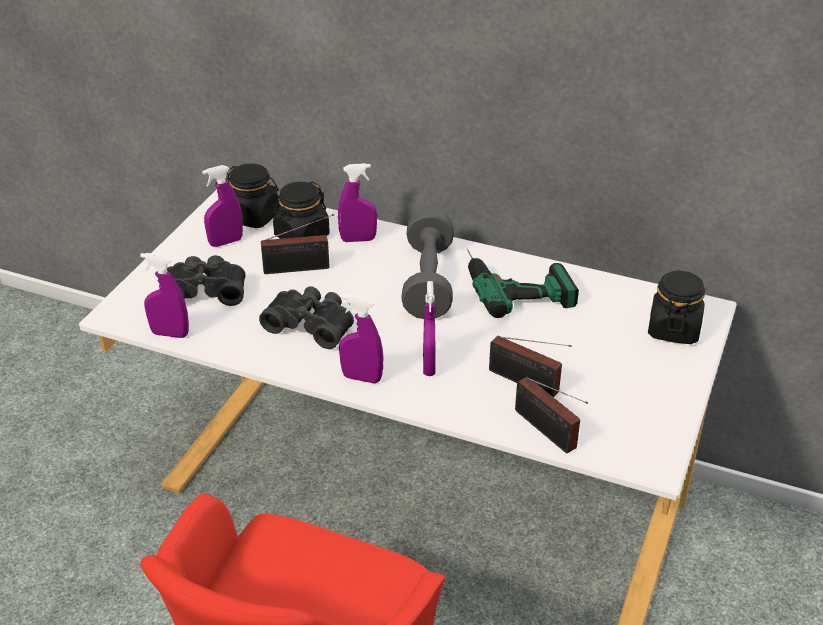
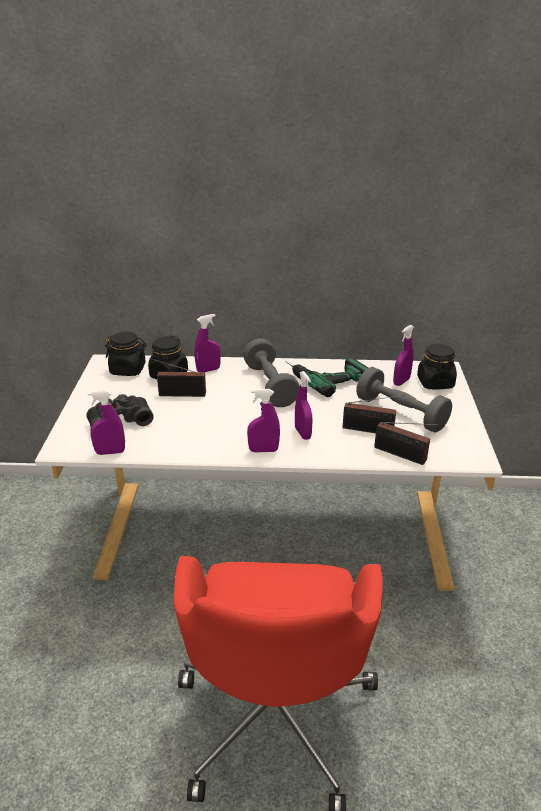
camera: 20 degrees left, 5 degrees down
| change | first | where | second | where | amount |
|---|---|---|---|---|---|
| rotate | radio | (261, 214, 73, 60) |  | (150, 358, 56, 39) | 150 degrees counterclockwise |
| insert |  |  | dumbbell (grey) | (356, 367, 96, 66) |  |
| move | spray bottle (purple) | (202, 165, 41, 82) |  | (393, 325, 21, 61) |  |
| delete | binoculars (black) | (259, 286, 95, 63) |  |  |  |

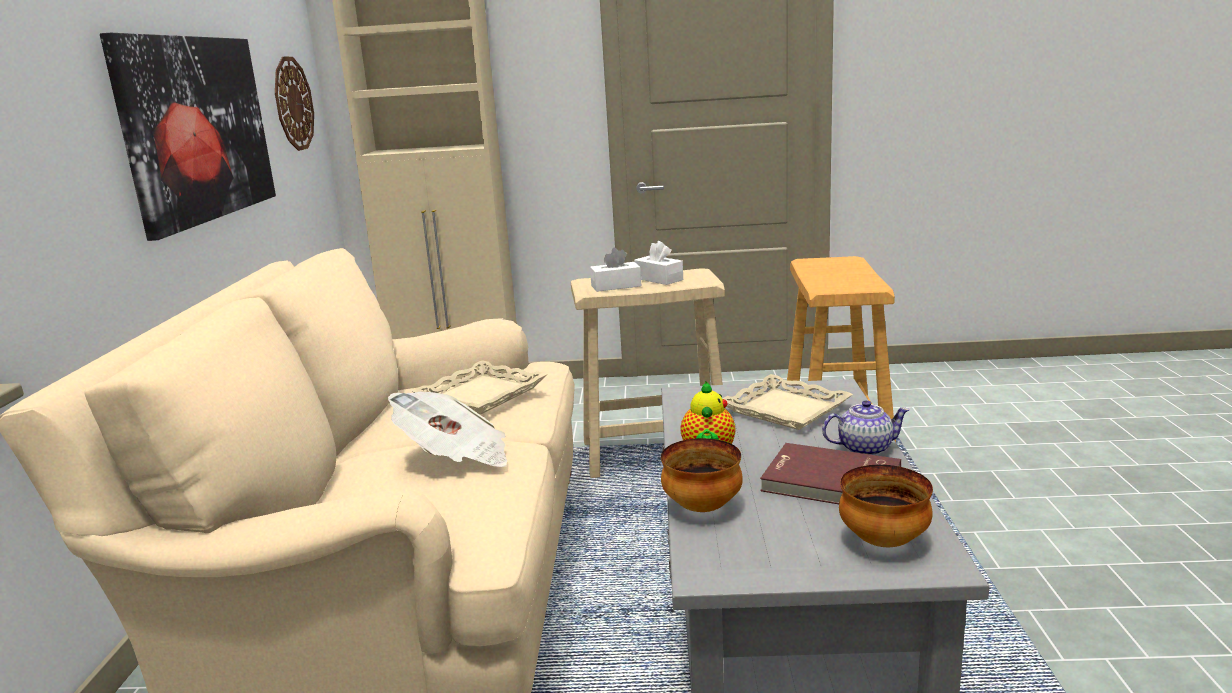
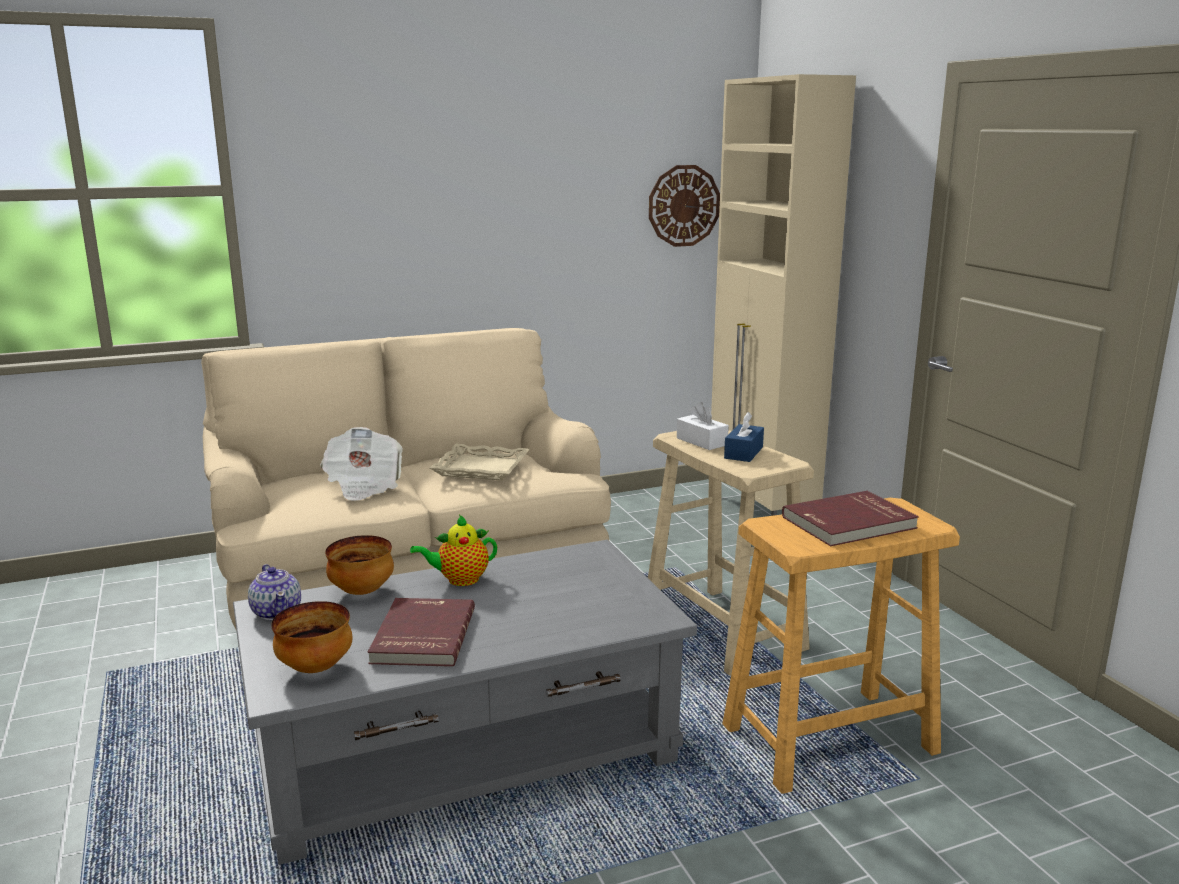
camera: 65 degrees right, 0 degrees up
| change | first | where | second | where | amount |
|---|---|---|---|---|---|
| move | teapot | (822, 400, 88, 55) |  | (248, 564, 53, 56) |  |
| recolor | tissue box (white) | (634, 241, 49, 44) | tissue box (blue) | (724, 412, 40, 50) |  |
| insert |  |  | book (red) | (782, 491, 137, 55) |  |
| delete | picture | (100, 33, 176, 208) |  |  |  |
| delete | tray (beige) | (722, 374, 131, 56) |  |  |  |

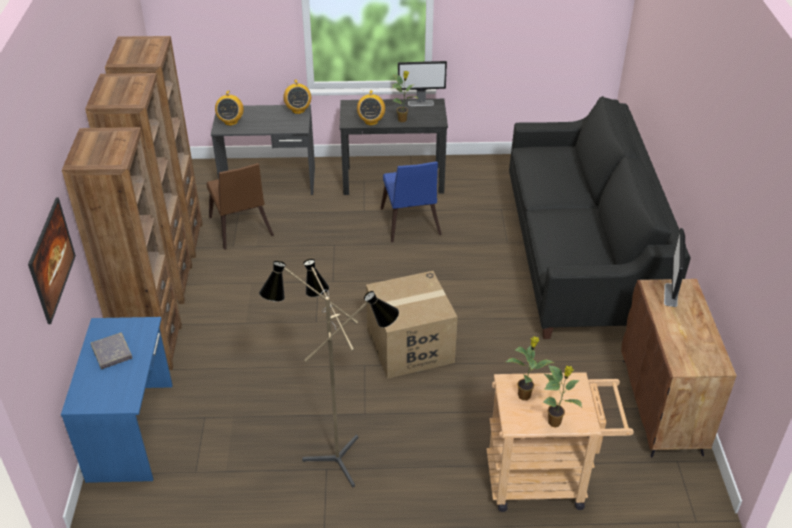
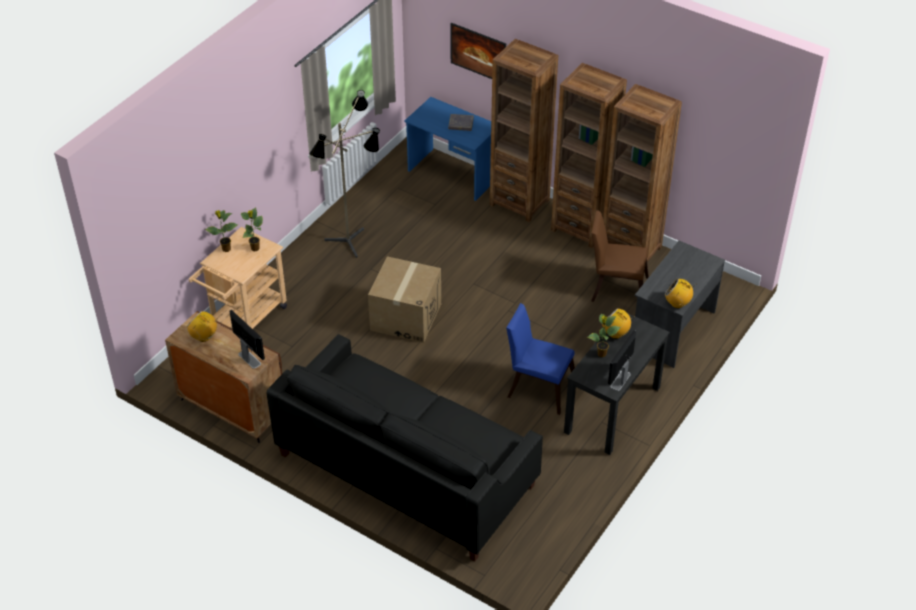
camera: 125 degrees right, 5 degrees up
| change | first | where | second | where | amount |
|---|---|---|---|---|---|
| move | radio | (215, 91, 29, 35) |  | (187, 311, 30, 31) |  |

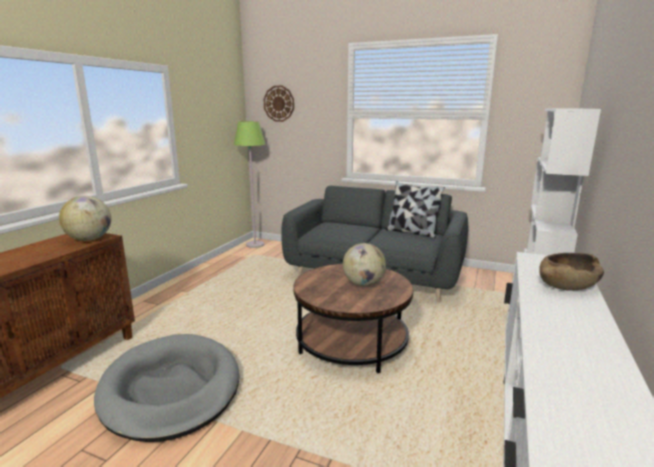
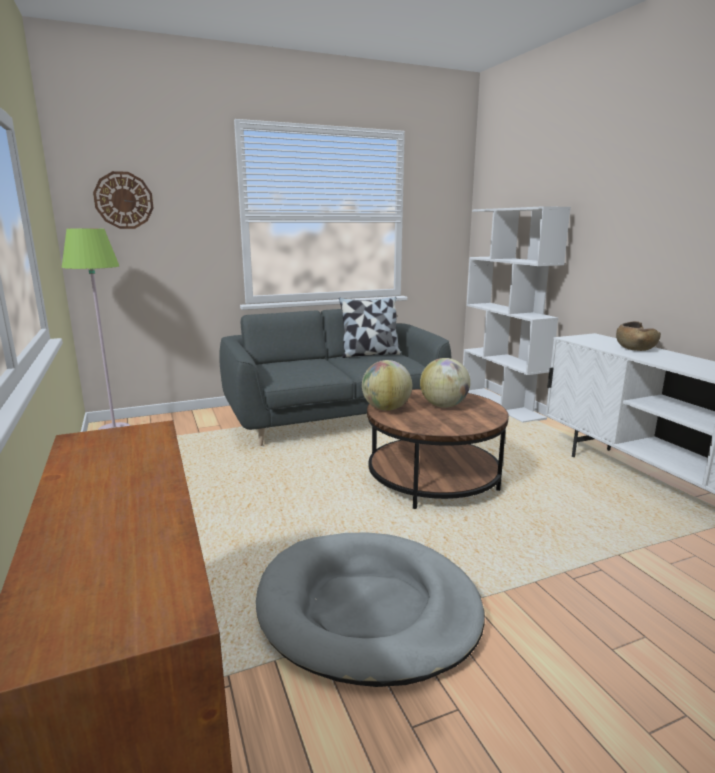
camera: 45 degrees left, 0 degrees up
| change | first | where | second | where | amount |
|---|---|---|---|---|---|
| move | globe | (59, 196, 52, 45) |  | (362, 360, 50, 51) |  |

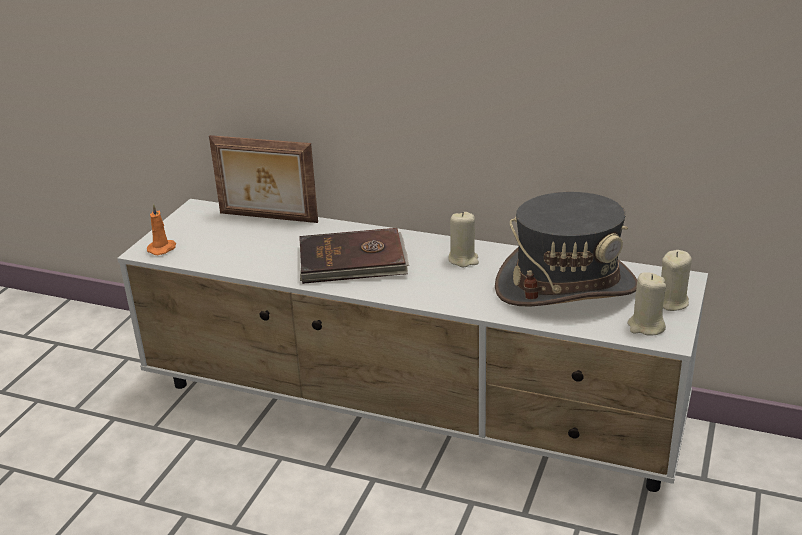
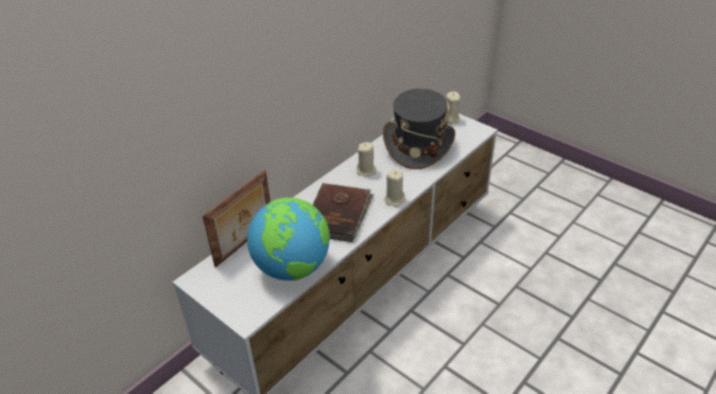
camera: 70 degrees left, 10 degrees up
| change | first | where | second | where | amount |
|---|---|---|---|---|---|
| insert |  |  | globe | (247, 197, 83, 84) |  |
| move | candle (beige) | (627, 272, 39, 64) |  | (384, 170, 21, 37) |  |
| delete | candle (orange) | (147, 203, 29, 52) |  |  |  |

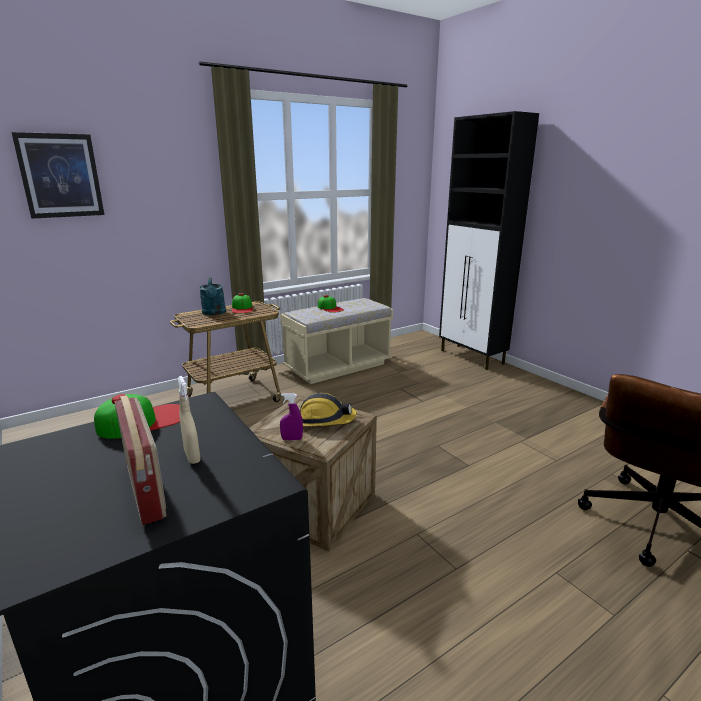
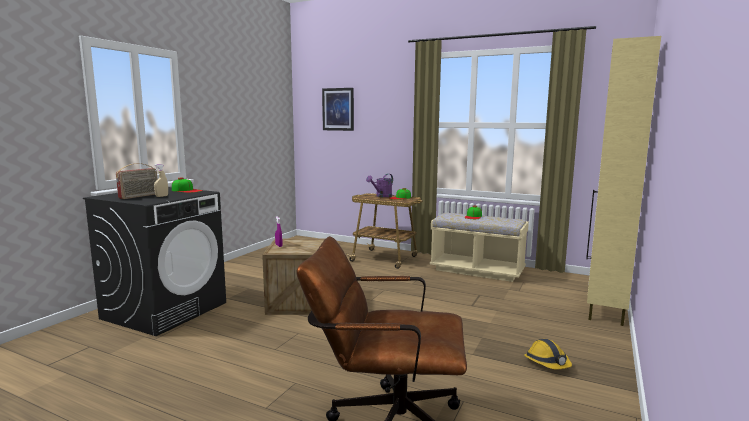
camera: 60 degrees right, 10 degrees down
| change | first | where | second | where | amount |
|---|---|---|---|---|---|
| recolor | watering can (turquoise) | (199, 277, 27, 38) | watering can (purple) | (366, 174, 27, 23) |  |
| move | hard hat | (300, 393, 57, 33) |  | (524, 339, 48, 31) |  |
| recolor | cabinet (black) | (439, 111, 100, 259) | cabinet (beige) | (586, 36, 75, 290) |  |

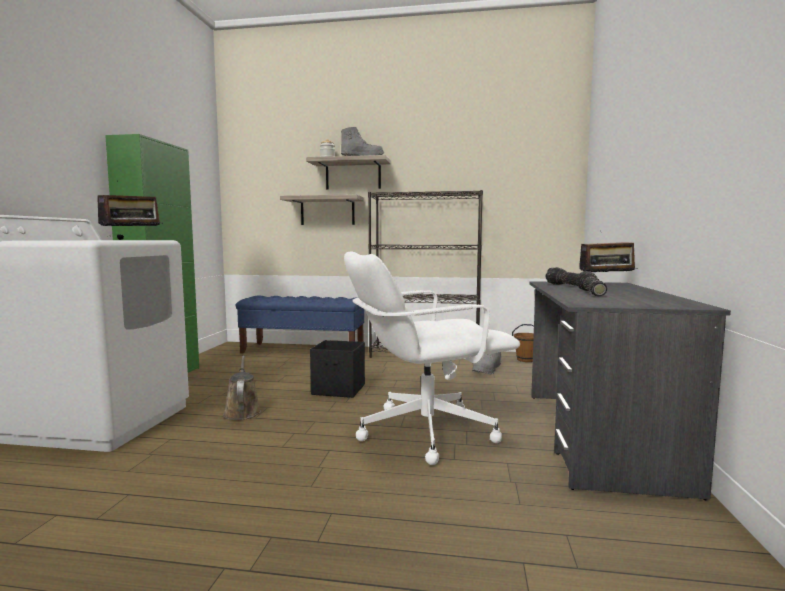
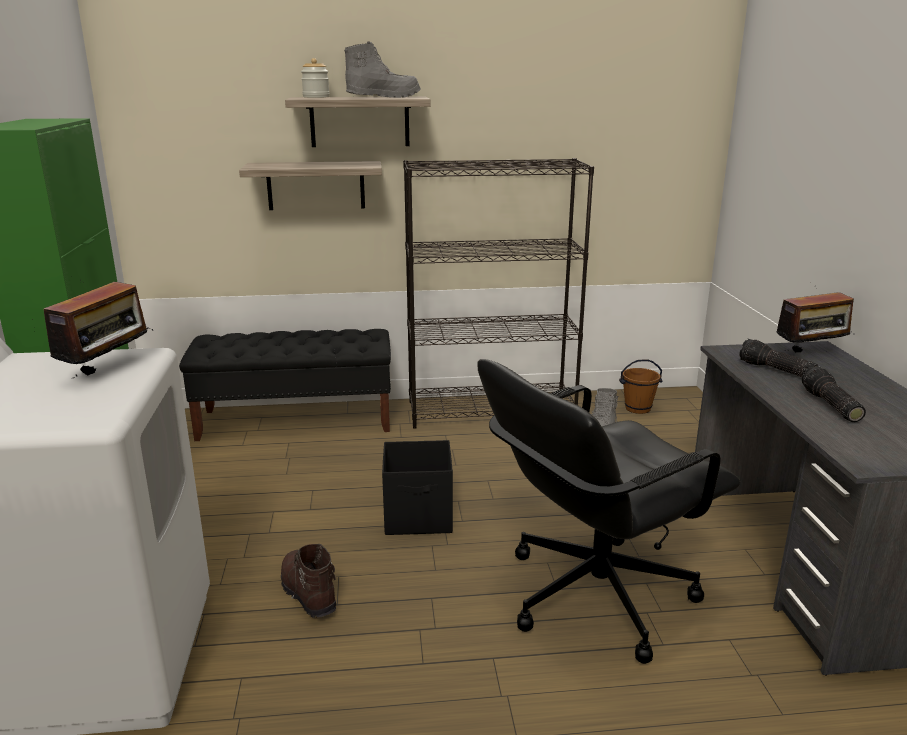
camera: 15 degrees left, 15 degrees up
| change | first | where | second | where | amount |
|---|---|---|---|---|---|
| recolor | bench (blue) | (236, 296, 128, 57) | bench (black) | (179, 329, 212, 112) |  |
| replace | watering can (brown) | (223, 356, 38, 64) | boot (brown) | (281, 544, 55, 74) |  |
| recolor | office chair (white) | (344, 251, 176, 214) | office chair (black) | (477, 359, 263, 305) |  |

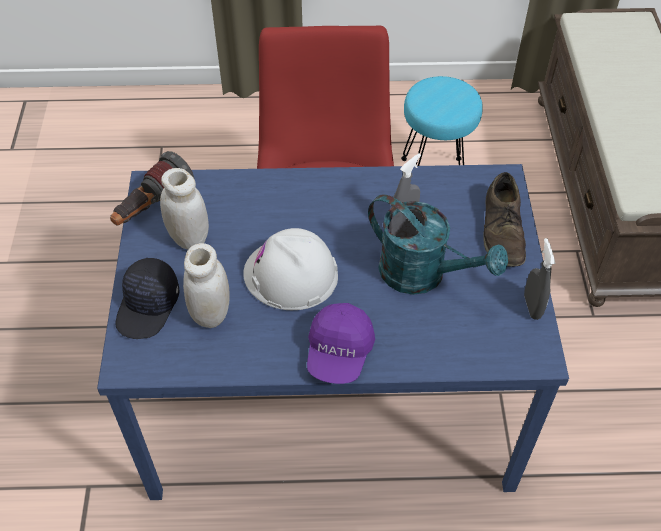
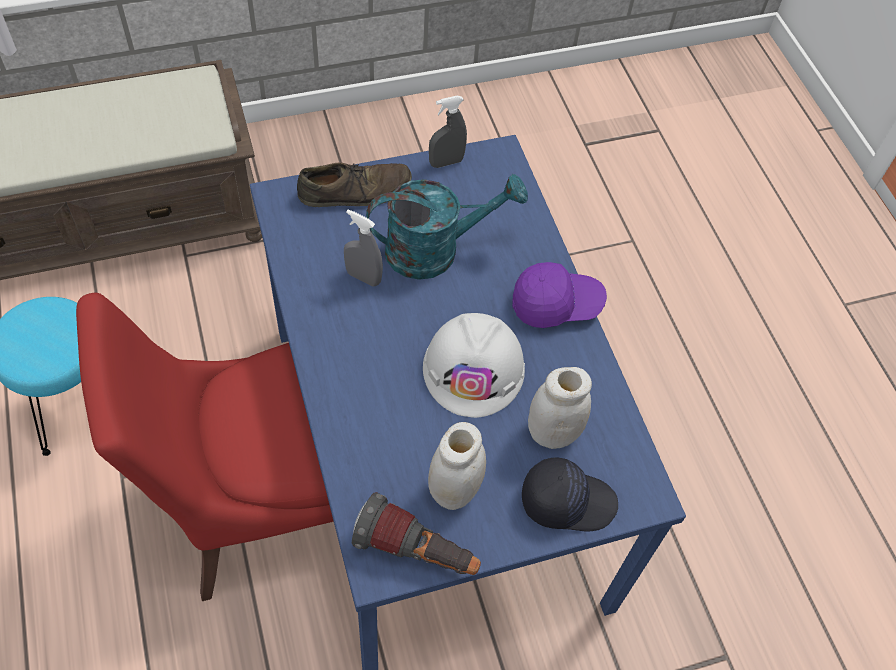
camera: 110 degrees left, 5 degrees up
| change | first | where | second | where | amount |
|---|---|---|---|---|---|
| rotate | watering can (turquoise) | (368, 195, 140, 100) |  | (366, 174, 162, 106) | 60 degrees clockwise |

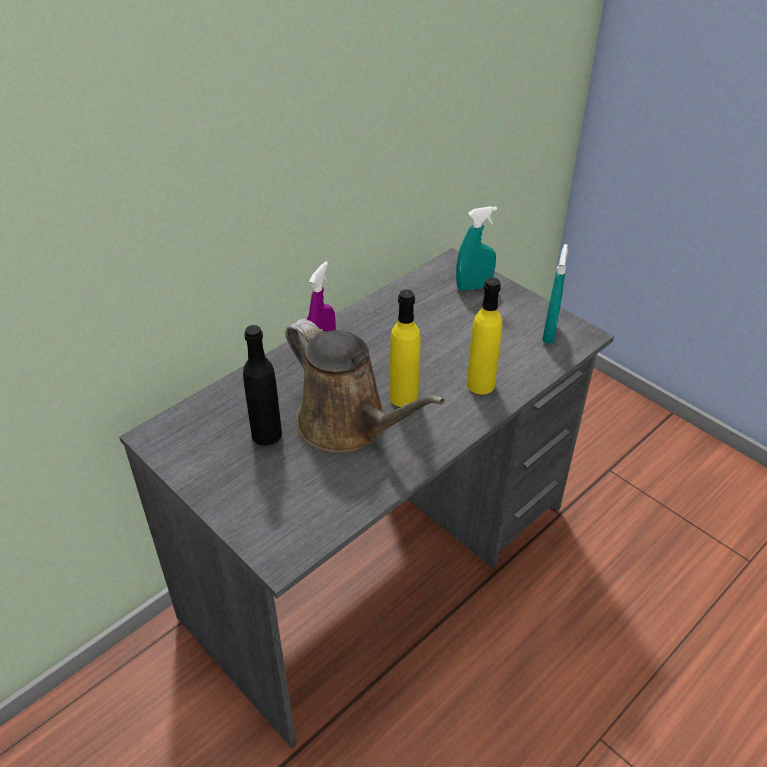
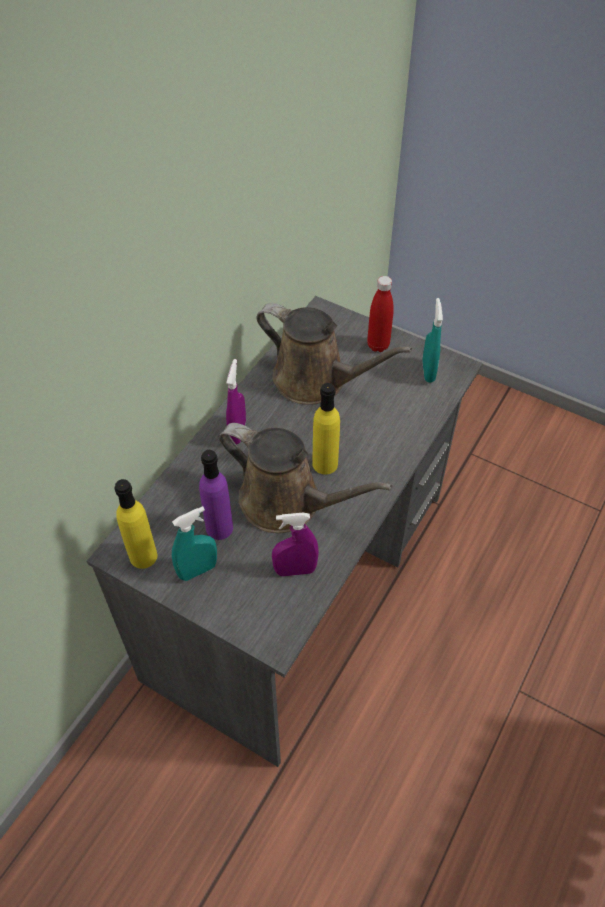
camera: 15 degrees left, 10 degrees up
| change | first | where | second | where | amount |
|---|---|---|---|---|---|
| move | bottle (yellow) | (467, 277, 35, 117) |  | (114, 479, 43, 90) |  |
| move | spray bottle (turquoise) | (456, 206, 41, 85) |  | (172, 506, 45, 75) |  |
| recolor | bottle (black) | (243, 325, 39, 121) | bottle (purple) | (199, 450, 34, 90) |  |
| insert |  |  | watering can (brown) | (256, 303, 156, 102) |  |
| insert |  |  | spray bottle (purple) | (272, 513, 47, 64) |  |
| insert |  |  | bottle (red) | (367, 276, 27, 76) |  |

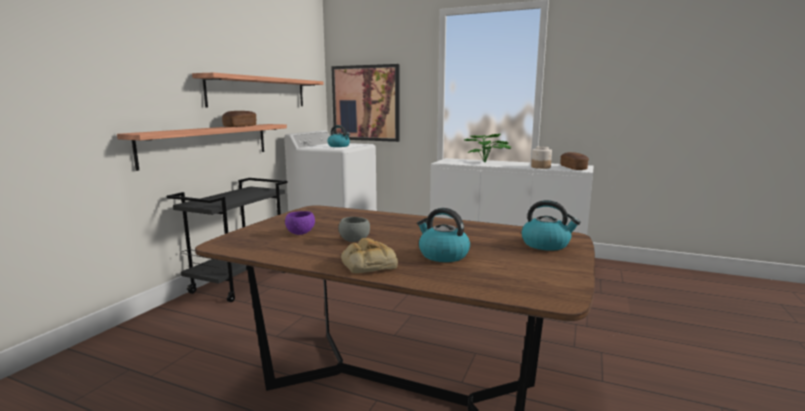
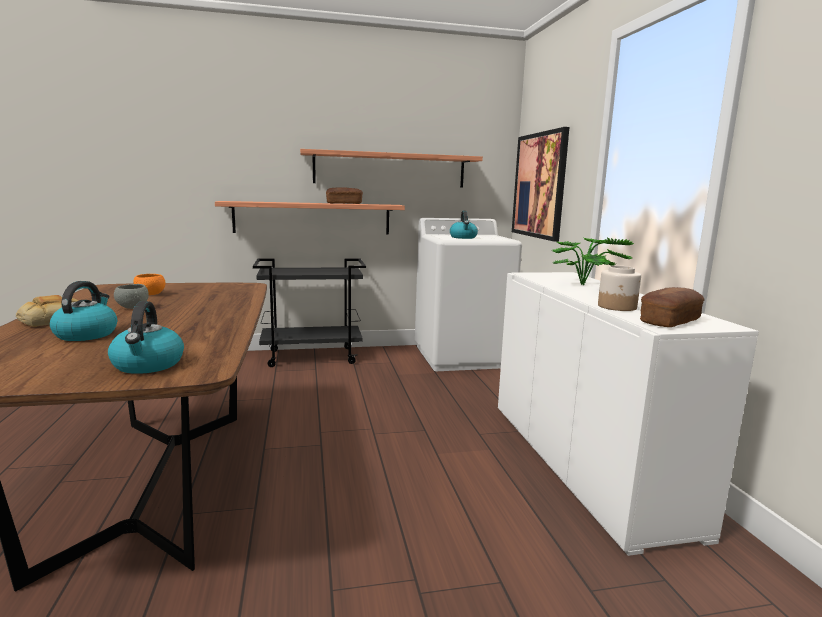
camera: 55 degrees right, 0 degrees up
| change | first | where | second | where | amount |
|---|---|---|---|---|---|
| recolor | bowl (purple) | (285, 211, 30, 24) | bowl (orange) | (133, 274, 32, 21) |  |

